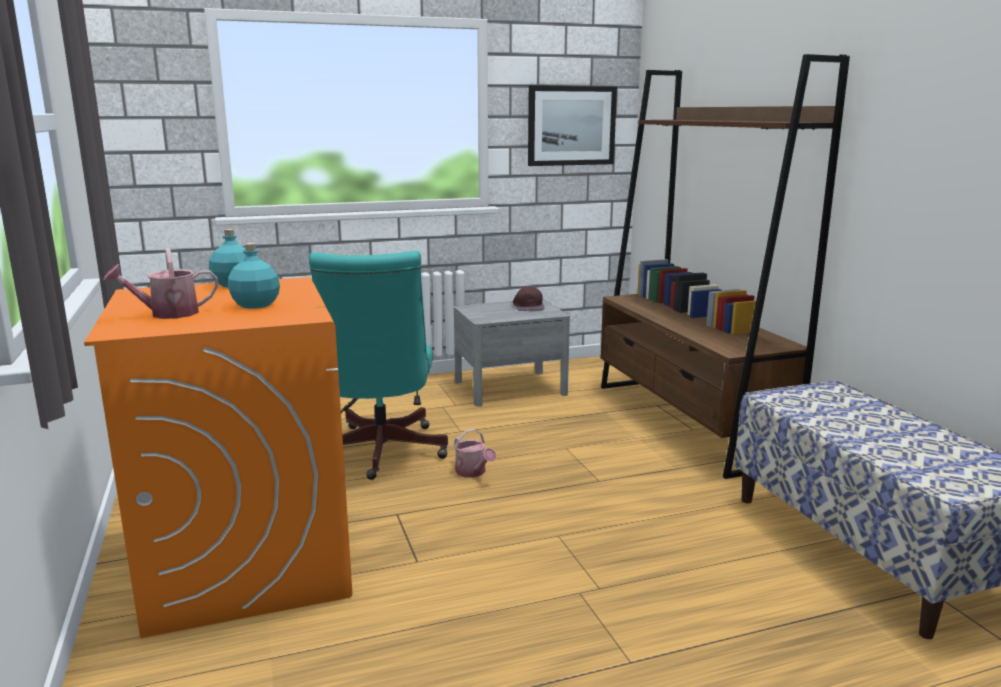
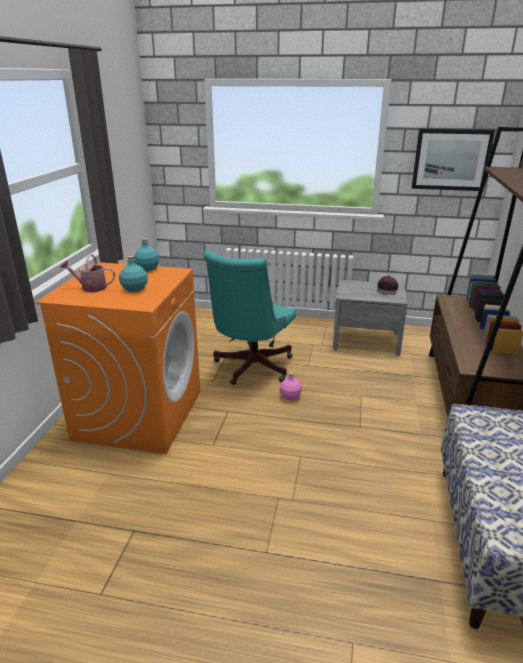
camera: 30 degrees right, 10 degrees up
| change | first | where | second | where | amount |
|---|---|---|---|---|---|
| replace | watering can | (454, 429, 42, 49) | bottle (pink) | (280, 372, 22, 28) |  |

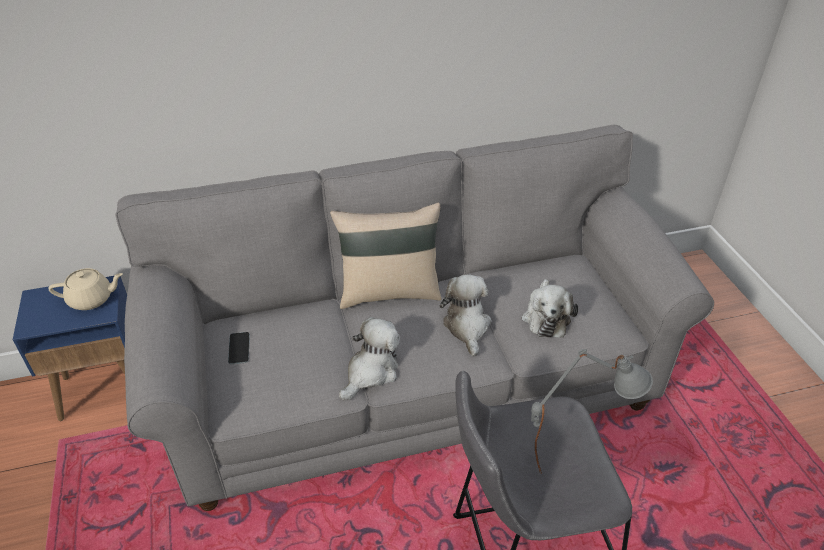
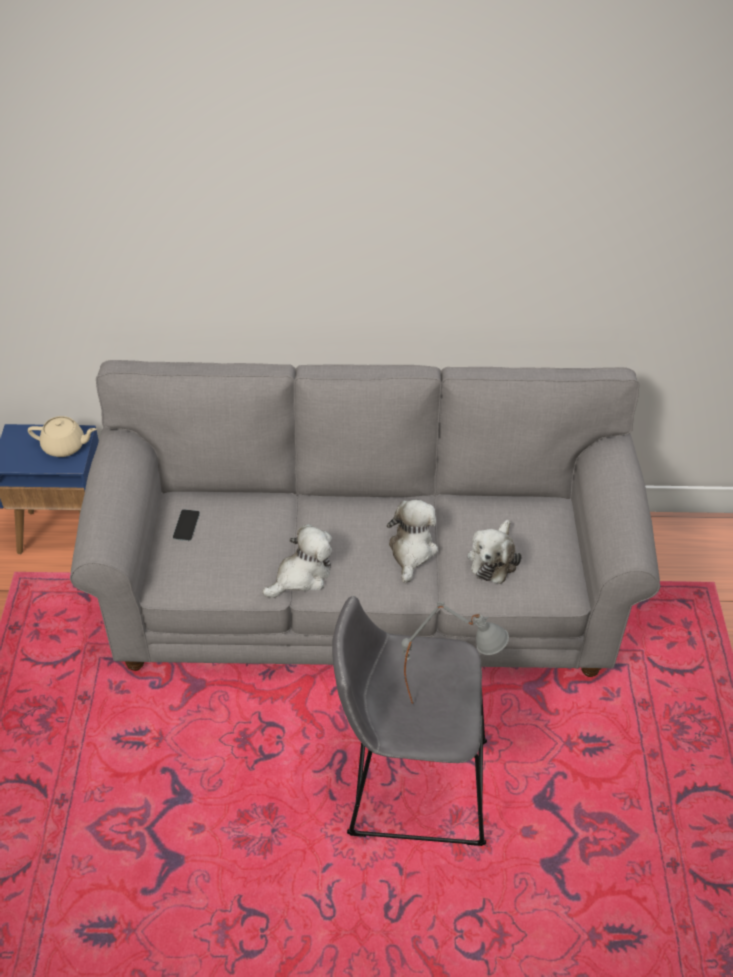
camera: 15 degrees right, 5 degrees up
| change | first | where | second | where | amount |
|---|---|---|---|---|---|
| delete | pillow (beige) | (330, 203, 112, 106) |  |  |  |

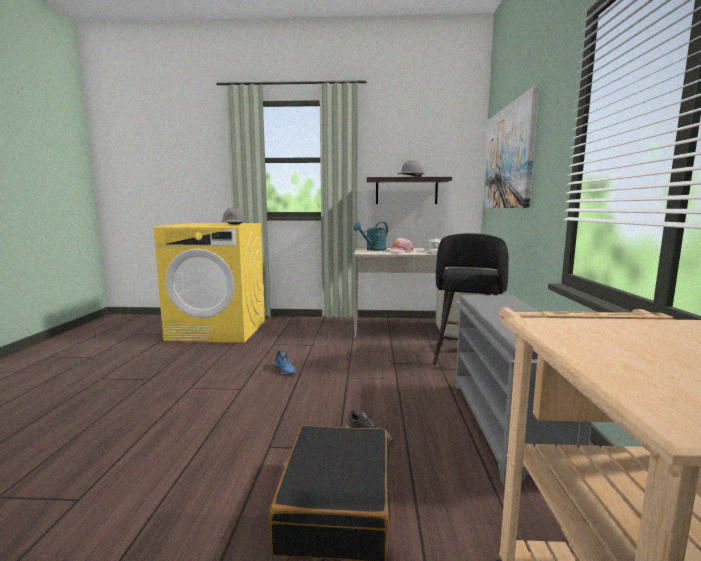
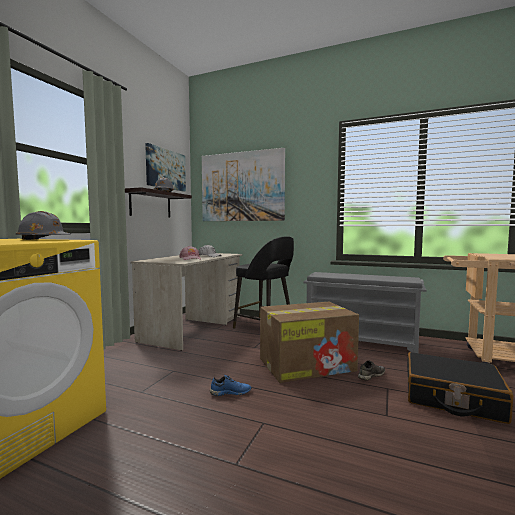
camera: 70 degrees left, 5 degrees down
| change | first | where | second | where | amount |
|---|---|---|---|---|---|
| insert |  |  | picture | (145, 143, 41, 48) |  |
| insert |  |  | cardboard box | (260, 302, 99, 81) |  |
| delete | watering can (turquoise) | (353, 222, 35, 29) |  |  |  |

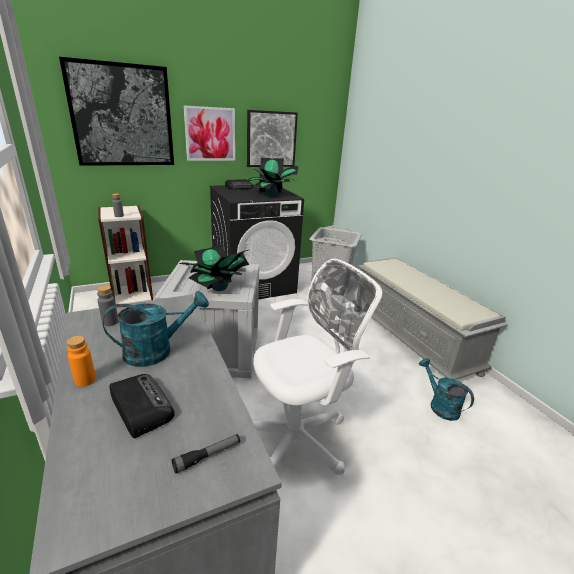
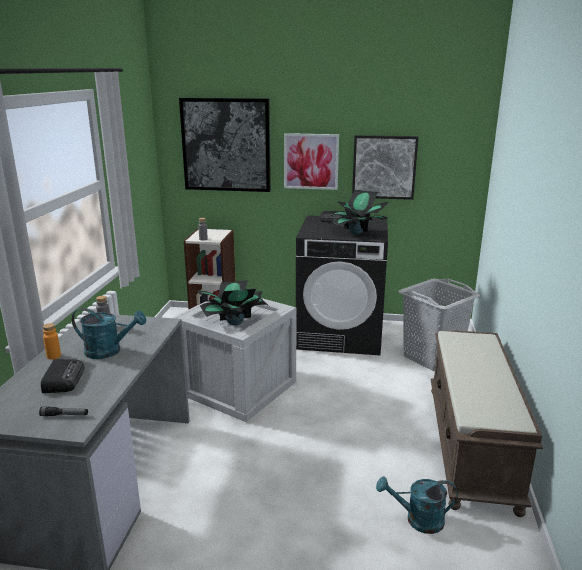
camera: 35 degrees right, 5 degrees down
| change | first | where | second | where | amount |
|---|---|---|---|---|---|
| rotate | watering can (turquoise) | (419, 358, 55, 63) |  | (376, 476, 82, 58) | 90 degrees counterclockwise |
| recolor | bench (grey) | (358, 257, 150, 123) | bench (brown) | (431, 330, 112, 187) |  |
| delete | office chair (white) | (253, 259, 129, 216) |  |  |  |

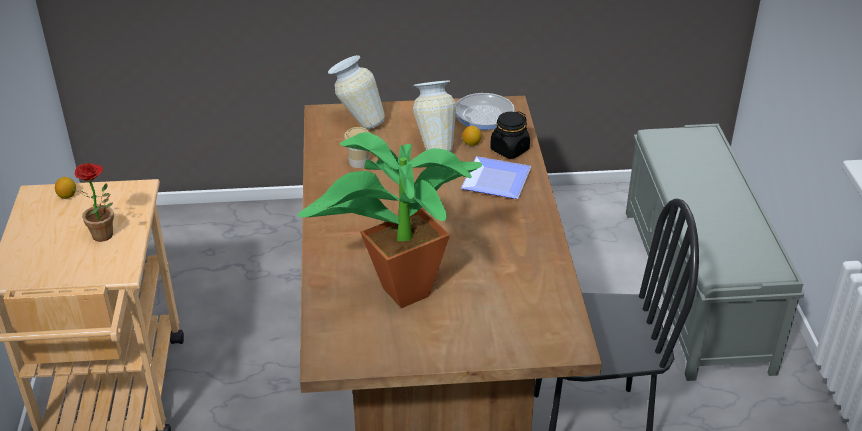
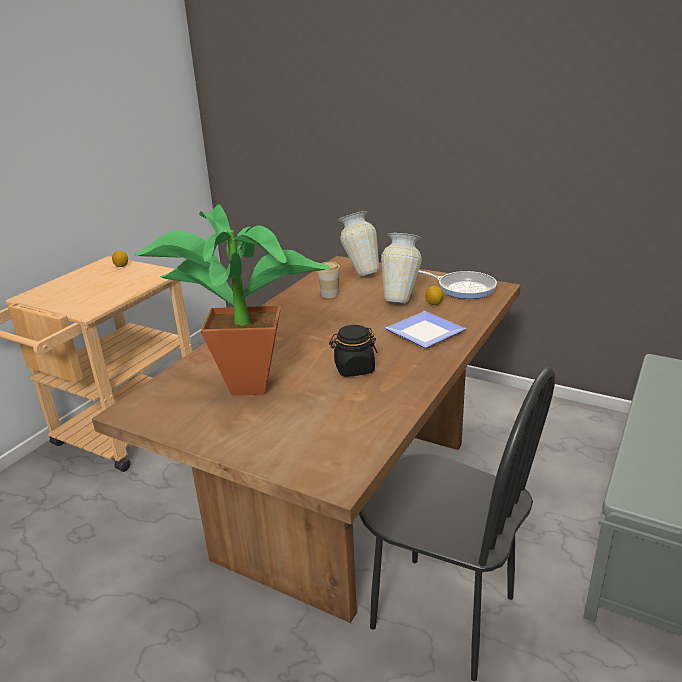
camera: 35 degrees right, 10 degrees down
| change | first | where | second | where | amount |
|---|---|---|---|---|---|
| move | jar (black) | (490, 111, 40, 48) |  | (329, 325, 49, 52) |  |
| delete | potted plant | (72, 163, 42, 79) |  |  |  |

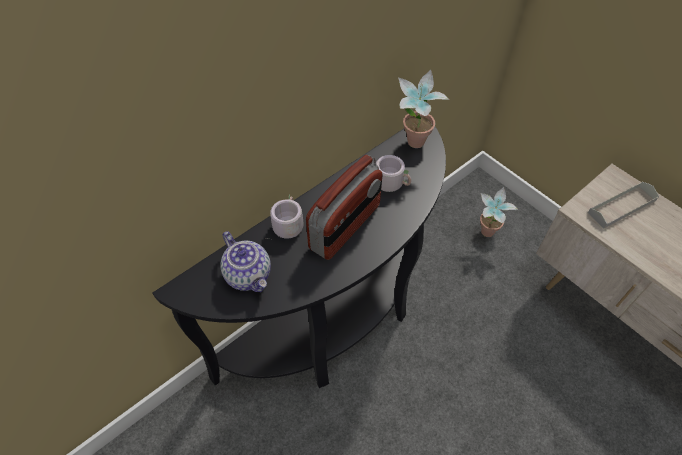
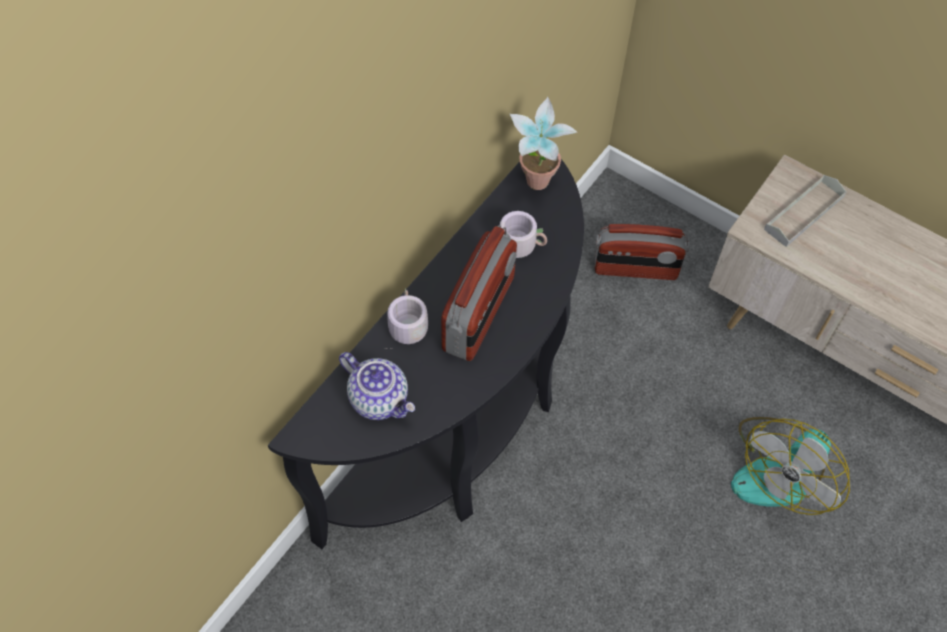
camera: 15 degrees left, 5 degrees up
| change | first | where | second | where | amount |
|---|---|---|---|---|---|
| replace | potted plant | (480, 187, 38, 50) | radio | (595, 224, 94, 56) |  |
| insert |  |  | fan | (731, 417, 119, 98) |  |

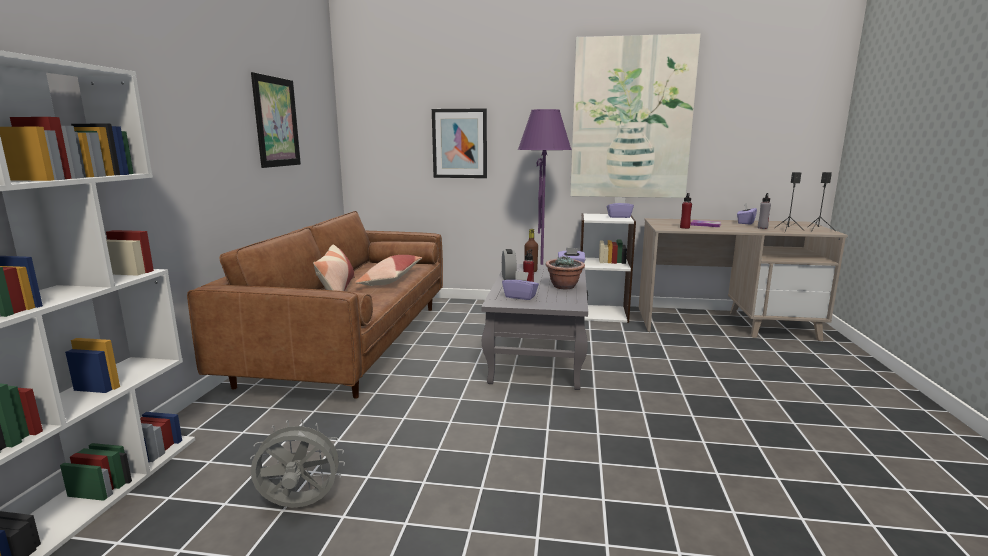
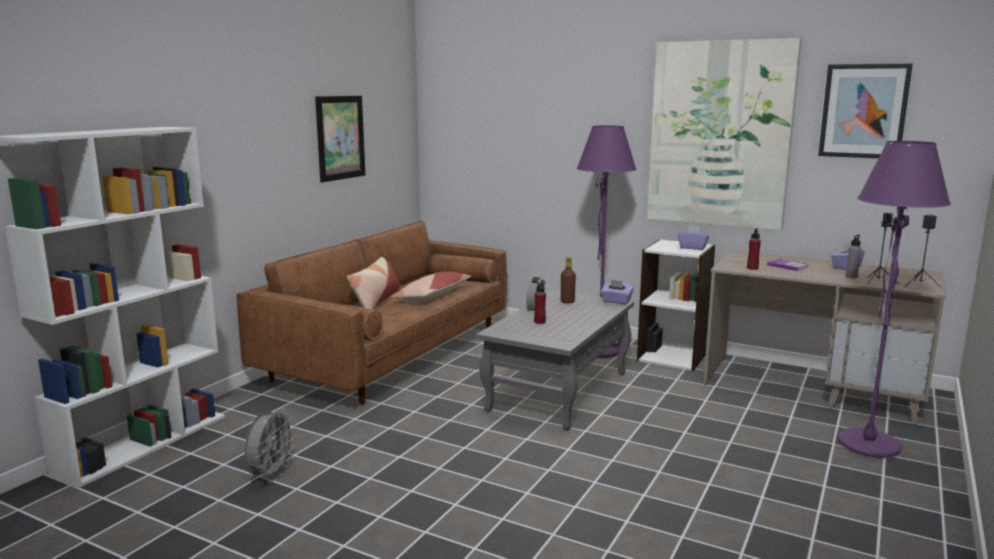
camera: 20 degrees right, 0 degrees up
| change | first | where | second | where | amount |
|---|---|---|---|---|---|
| rotate | fan (grey) | (250, 419, 95, 88) |  | (244, 408, 52, 74) | 90 degrees clockwise |
| move | picture | (432, 108, 55, 70) |  | (818, 63, 95, 95) |  |
| insert |  |  | floor lamp (purple) | (838, 141, 113, 317) |  |
| delete | tissue box (purple) | (502, 271, 37, 29) |  |  |  |
| delete | potted plant | (546, 256, 39, 33) |  |  |  |

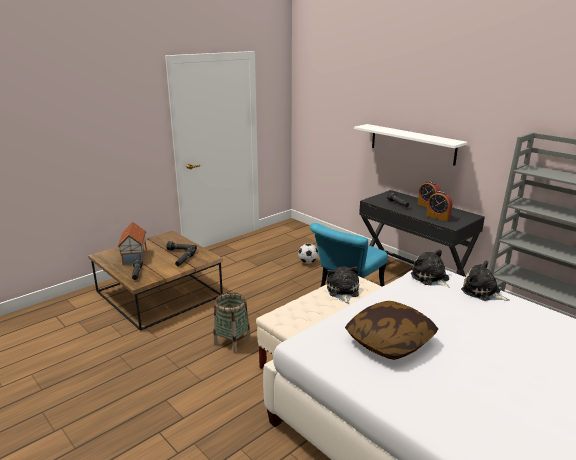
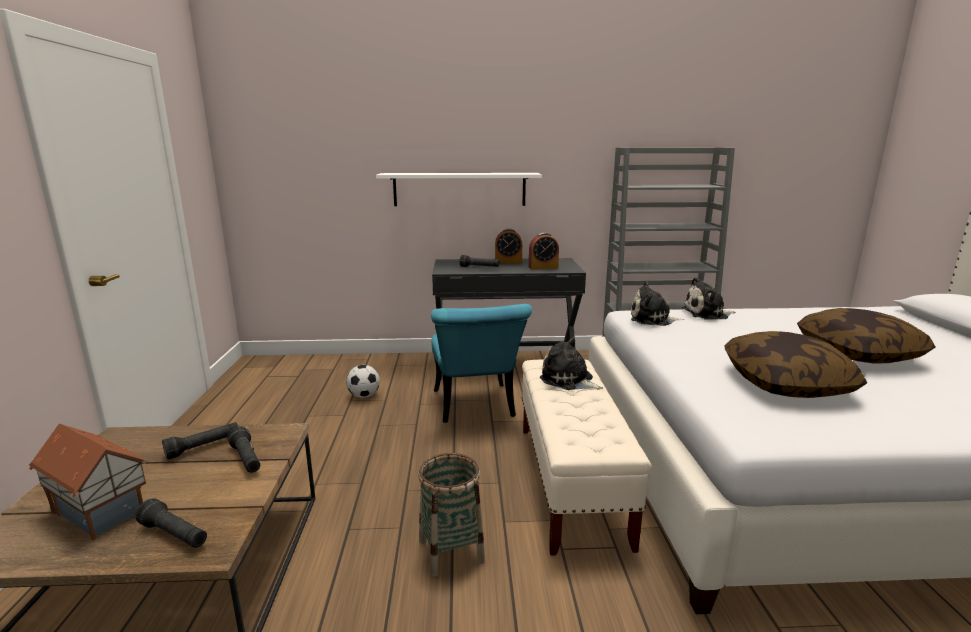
camera: 50 degrees left, 5 degrees down
| change | first | where | second | where | amount |
|---|---|---|---|---|---|
| insert |  |  | pillow | (797, 308, 139, 55) |  |

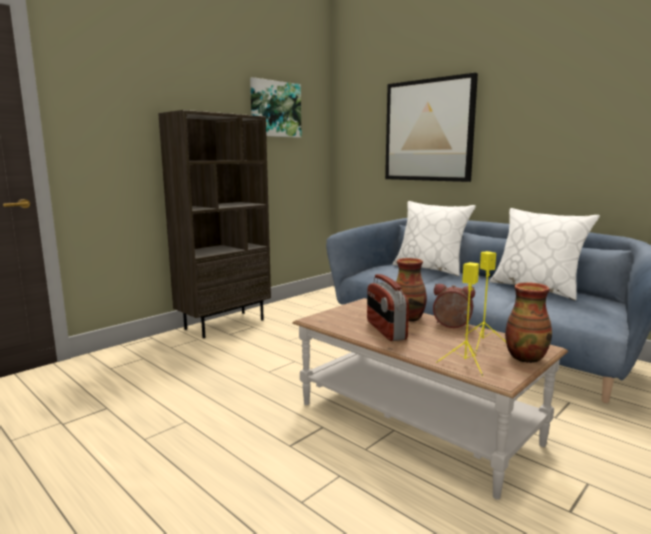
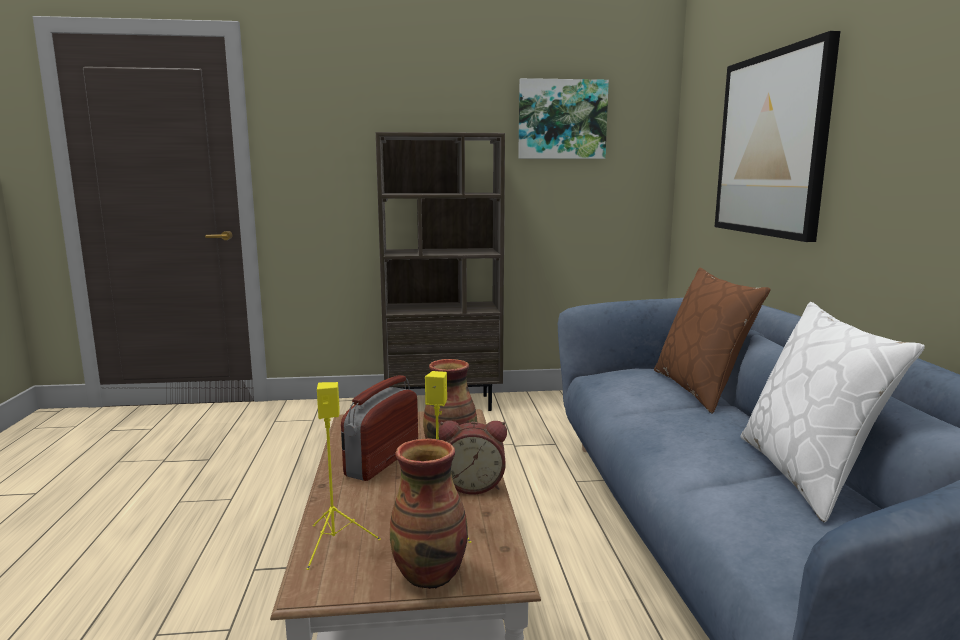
camera: 40 degrees right, 0 degrees up
| change | first | where | second | where | amount |
|---|---|---|---|---|---|
| rotate | alarm clock | (433, 284, 42, 44) |  | (439, 421, 68, 74) | 120 degrees clockwise |
| recolor | pillow (white) | (393, 201, 83, 75) | pillow (brown) | (654, 268, 116, 146) |  |

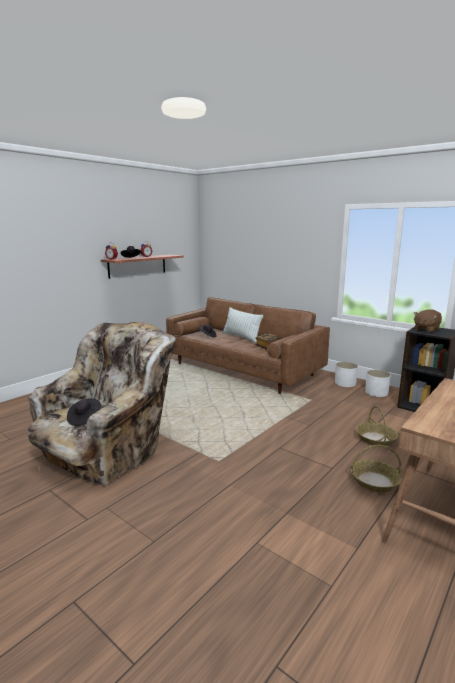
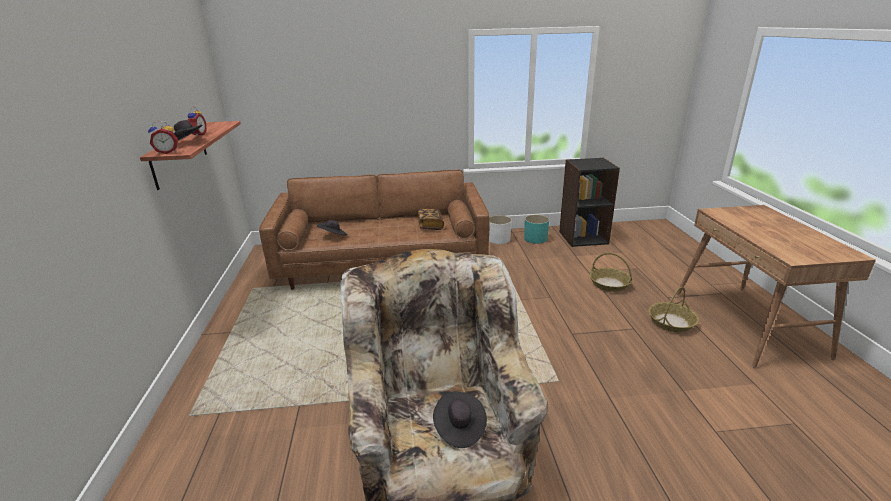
camera: 45 degrees left, 10 degrees up
| change | first | where | second | where | amount |
|---|---|---|---|---|---|
| recolor | planter (white) | (365, 370, 26, 27) | planter (turquoise) | (524, 215, 25, 29) |  |
| delete | pillow | (223, 307, 41, 36) |  |  |  |
| delete | plush toy (brown) | (414, 309, 28, 23) |  |  |  |

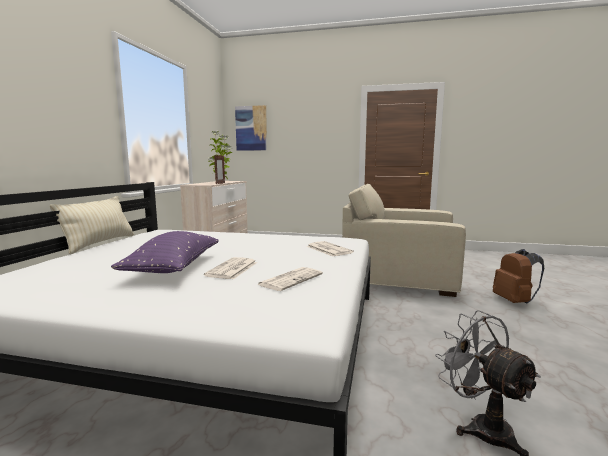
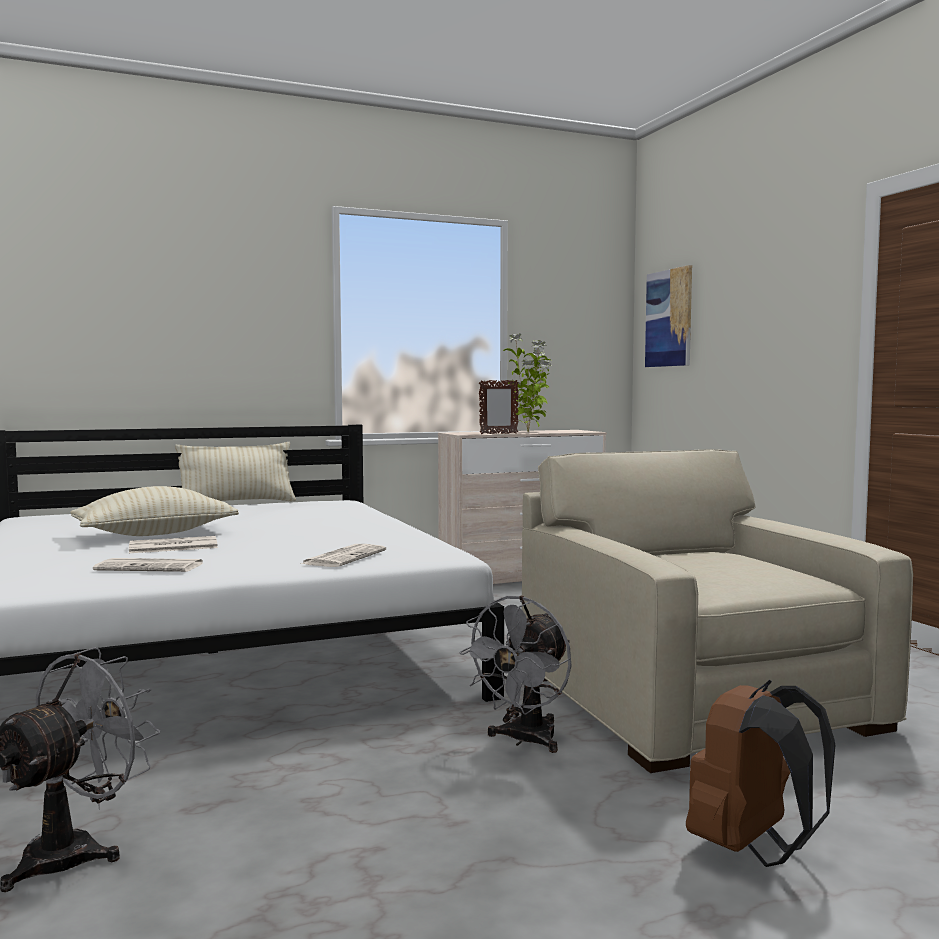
camera: 55 degrees right, 5 degrees down
| change | first | where | second | where | amount |
|---|---|---|---|---|---|
| recolor | pillow (purple) | (111, 231, 107, 42) | pillow (beige) | (70, 486, 169, 50) |  |
| insert |  |  | fan (grey) | (459, 596, 112, 157) |  |

